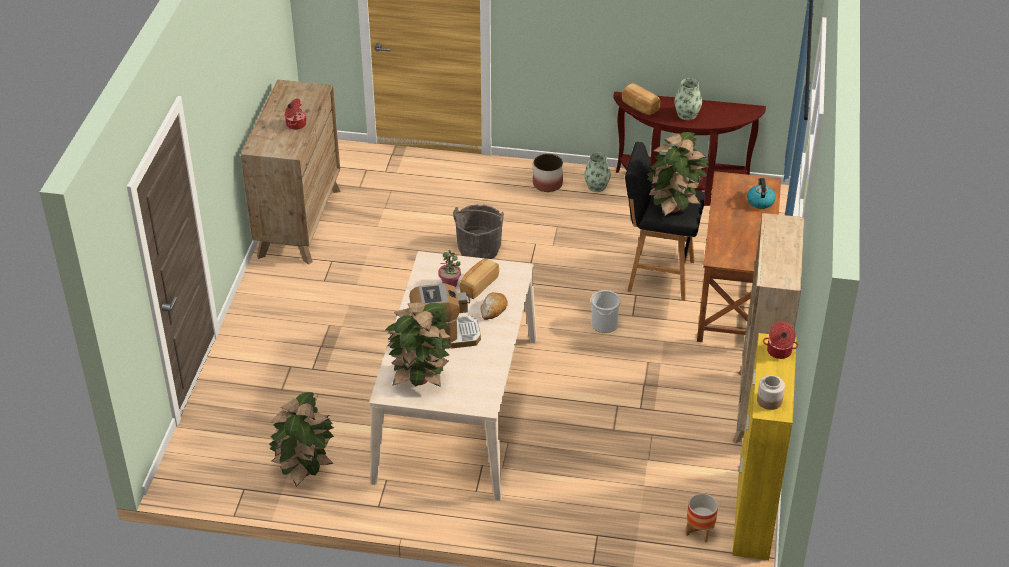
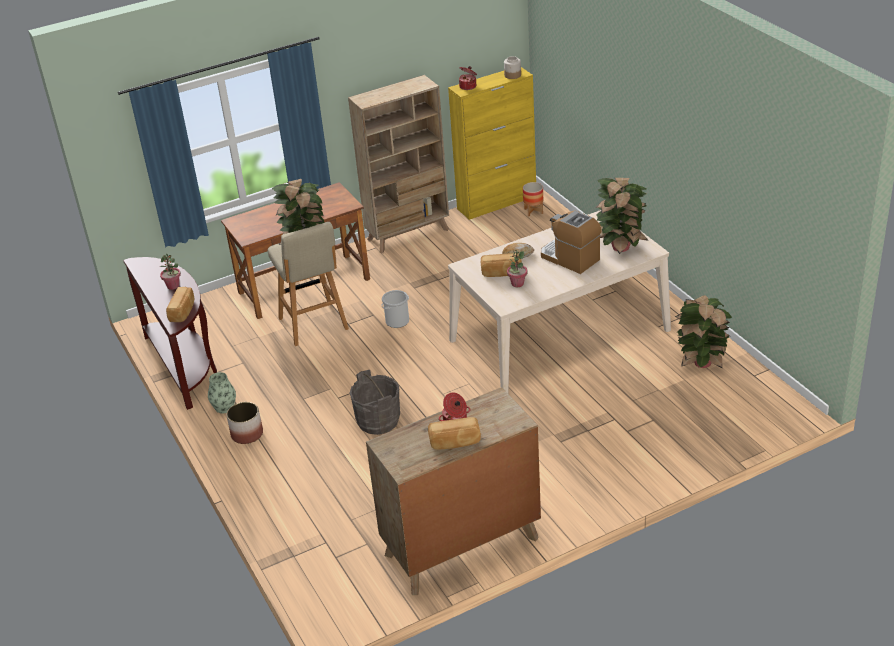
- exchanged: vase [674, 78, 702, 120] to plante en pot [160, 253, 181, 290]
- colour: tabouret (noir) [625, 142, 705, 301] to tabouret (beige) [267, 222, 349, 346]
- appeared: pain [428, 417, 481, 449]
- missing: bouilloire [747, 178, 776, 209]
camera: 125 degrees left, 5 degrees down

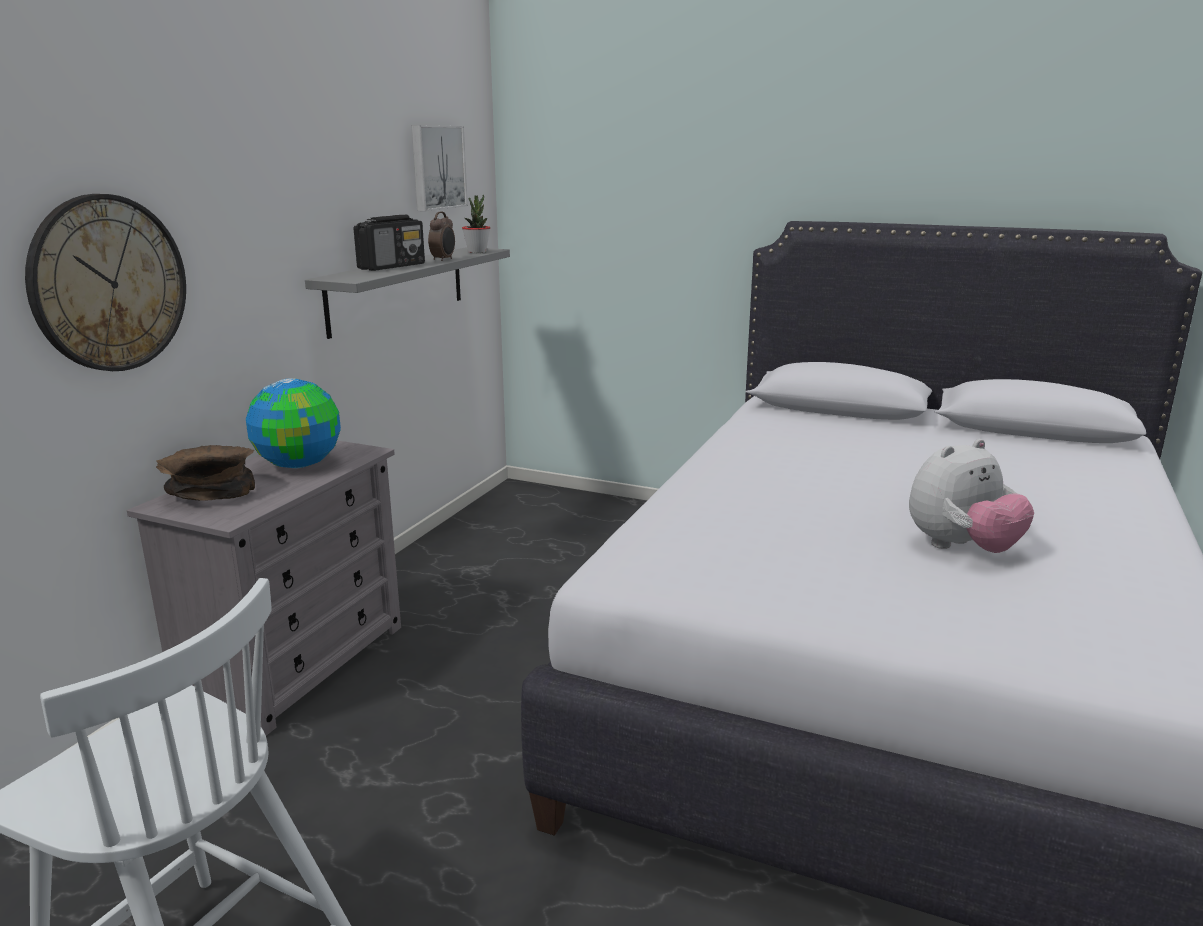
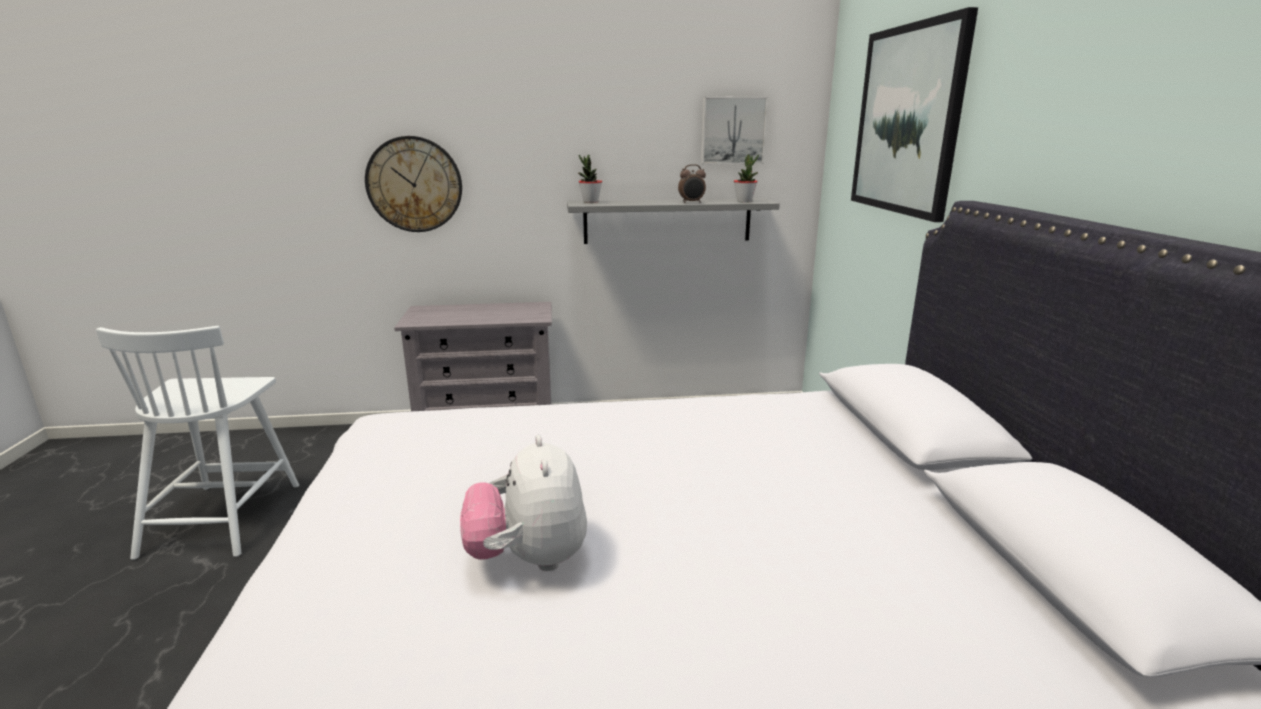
- spun: peluche [909, 439, 1034, 553] = [460, 435, 587, 571] 45 degrees clockwise
- appeared: plante en pot [578, 155, 602, 203]
- appeared: tableau [851, 7, 978, 222]
- missing: bol (marron) [156, 445, 255, 501]
- missing: globe [246, 378, 341, 468]
- missing: radio [354, 215, 425, 271]
camera: 60 degrees right, 0 degrees up

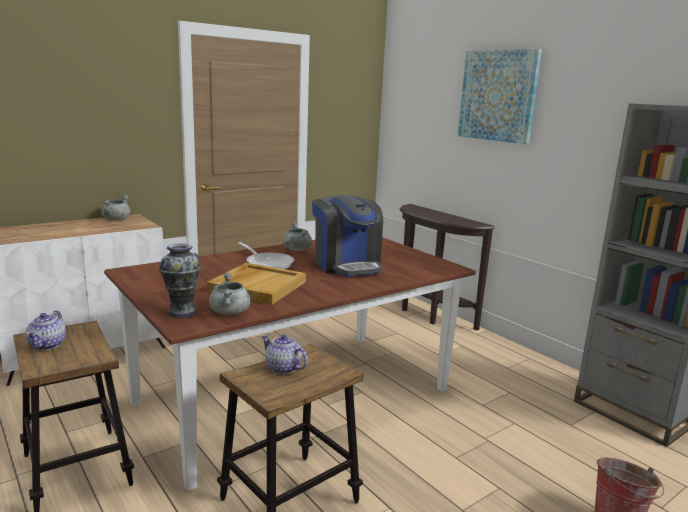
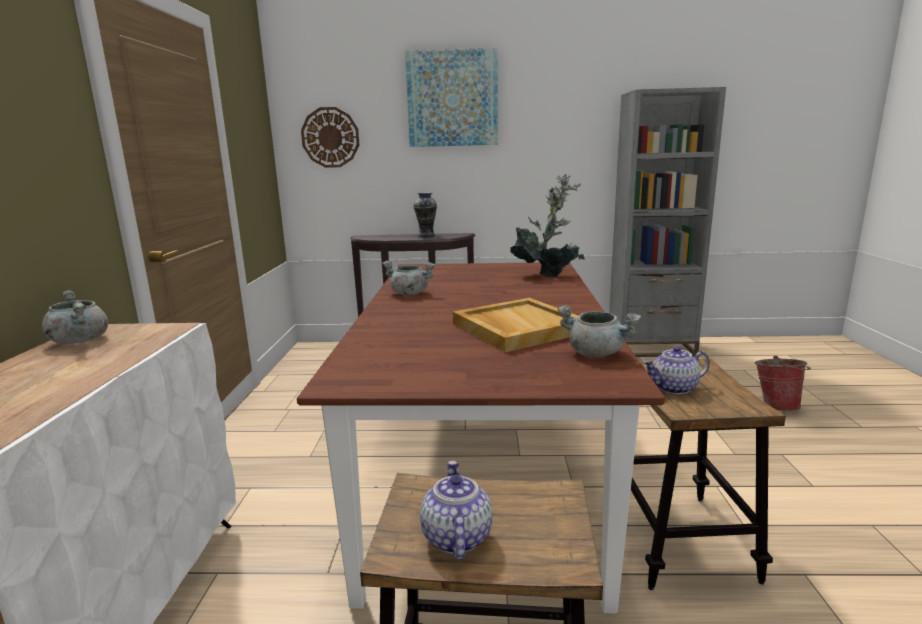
- appeared: horloge murale [301, 107, 359, 168]
- relocated: vase [159, 243, 201, 318] to [413, 192, 437, 237]
- spun: théière [26, 311, 66, 350] = [420, 461, 492, 560] 135 degrees counterclockwise
- appeared: plante en pot [510, 174, 585, 277]
- missing: poêle [238, 242, 294, 269]
- missing: machine à café [312, 195, 383, 277]
camera: 50 degrees left, 0 degrees up

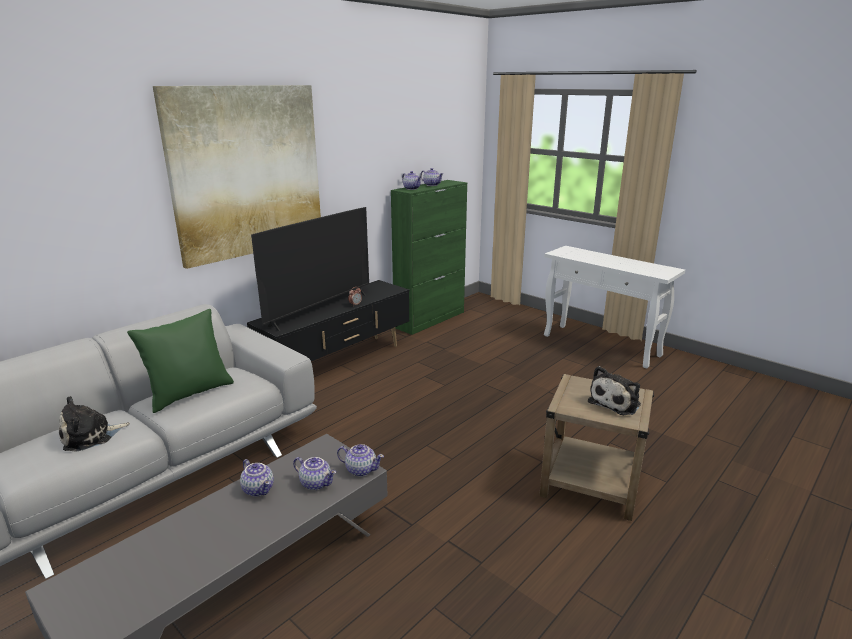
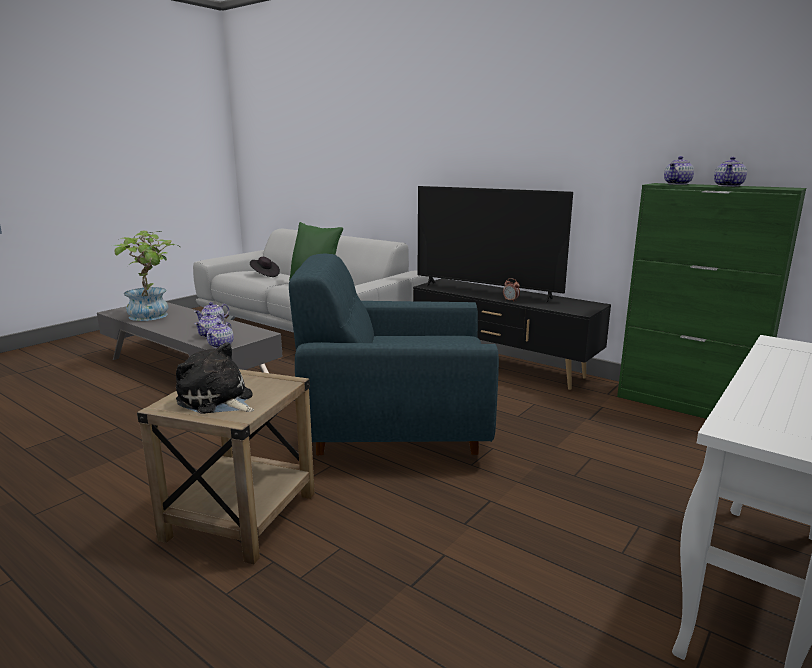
- appeared: plante en pot [113, 231, 180, 321]
- exchanged: peluche [59, 396, 130, 452] to chapeau (noir) [250, 257, 280, 277]
- appeared: fauteuil (bleu) [289, 254, 499, 456]
- missing: tableau [153, 85, 321, 269]
camera: 85 degrees right, 5 degrees down

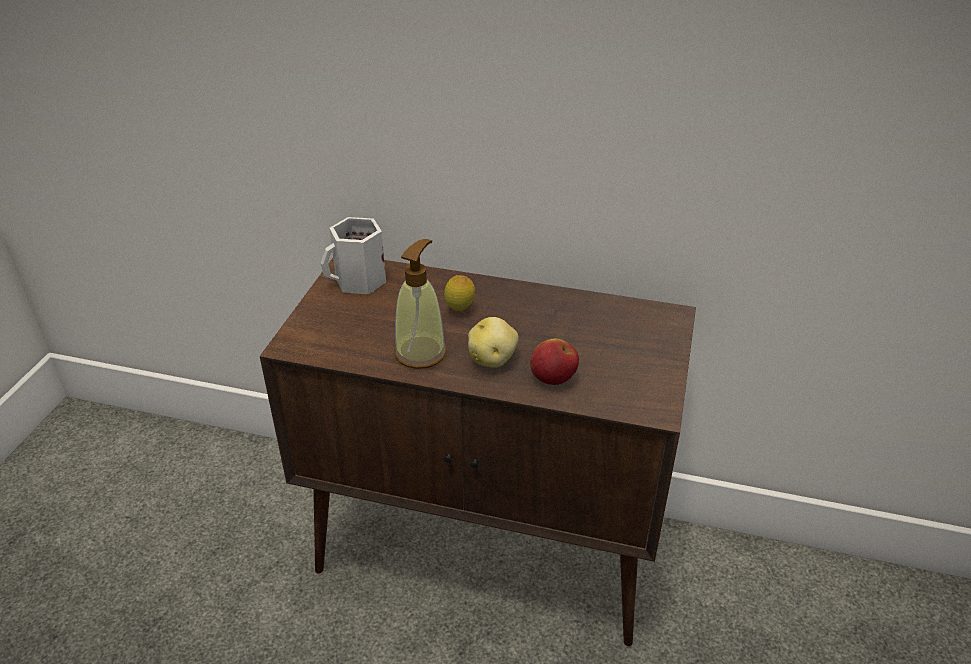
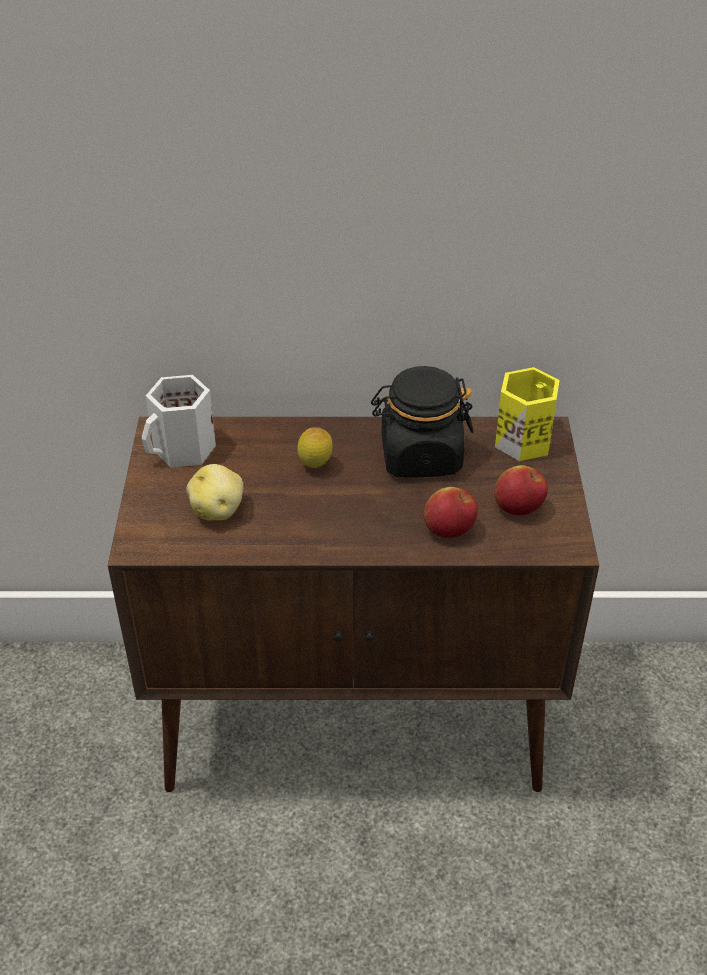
- relocated: pomme de terre [468, 317, 519, 368] to [186, 464, 243, 520]
- appeared: bocal (noir) [371, 366, 474, 477]
- appeared: pomme [494, 465, 548, 515]
- appeared: mug (jaune) [495, 367, 560, 461]
- missing: distributeur de savon [394, 239, 447, 369]
camera: 15 degrees left, 5 degrees up

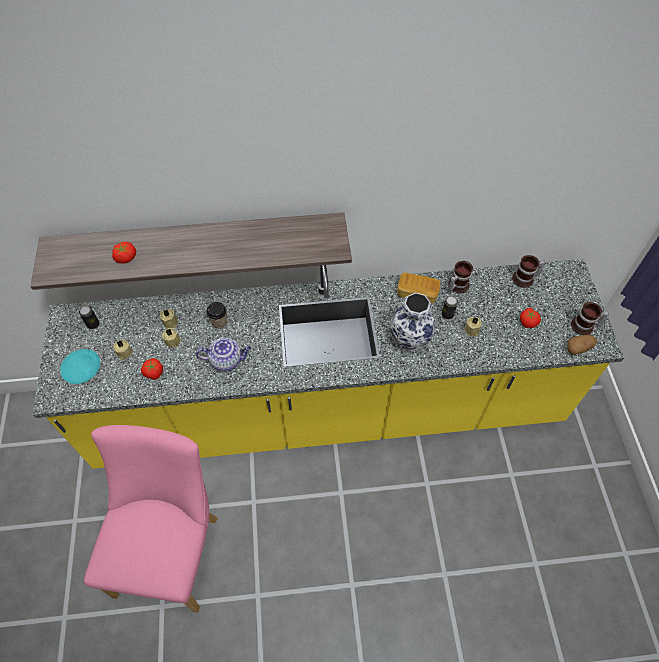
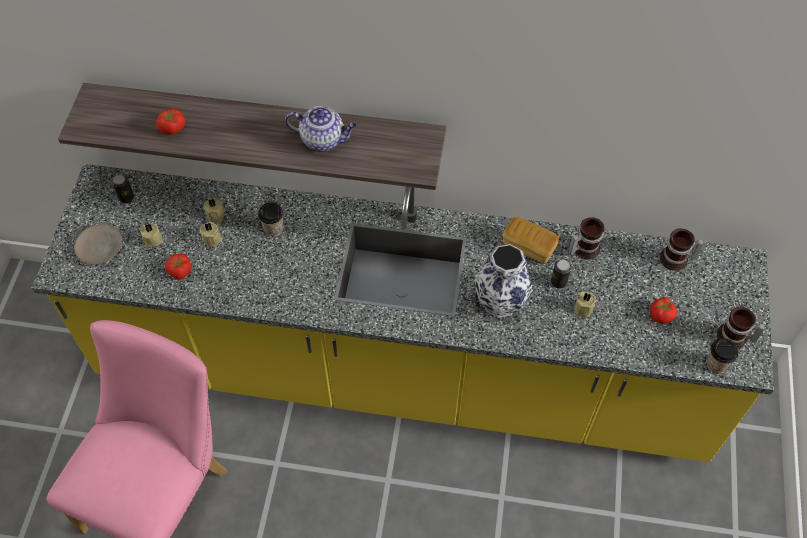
- colour: assiette (turquoise) [60, 349, 100, 384] to assiette (beige) [74, 224, 122, 264]
- relocated: théière [196, 338, 251, 372] to [285, 106, 357, 151]
- exchanged: pomme de terre [567, 335, 597, 355] to tasse [706, 338, 738, 373]
camera: 15 degrees right, 0 degrees up

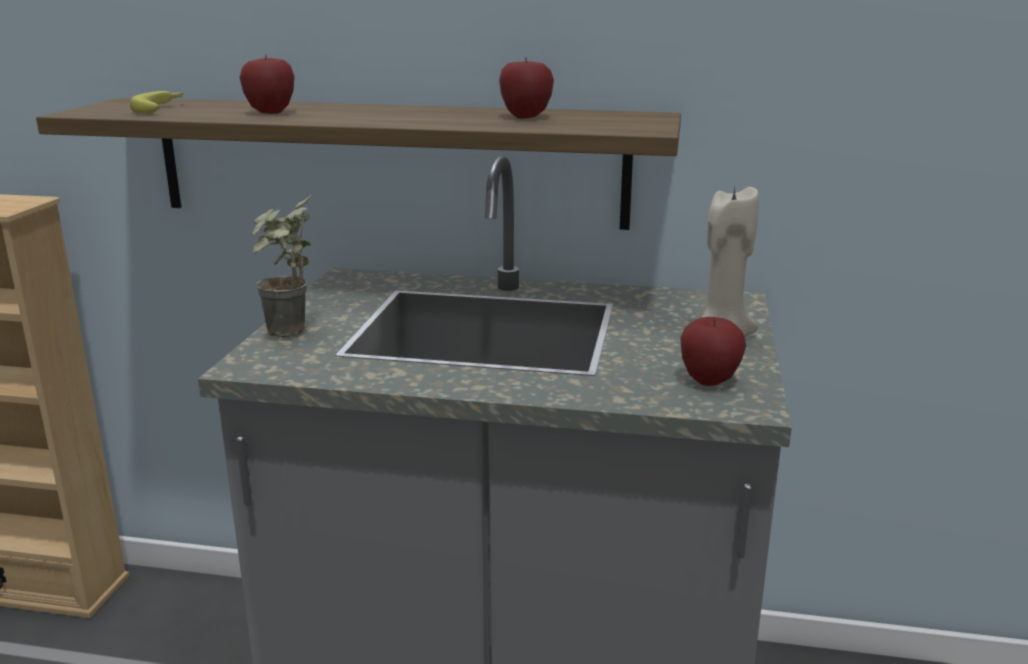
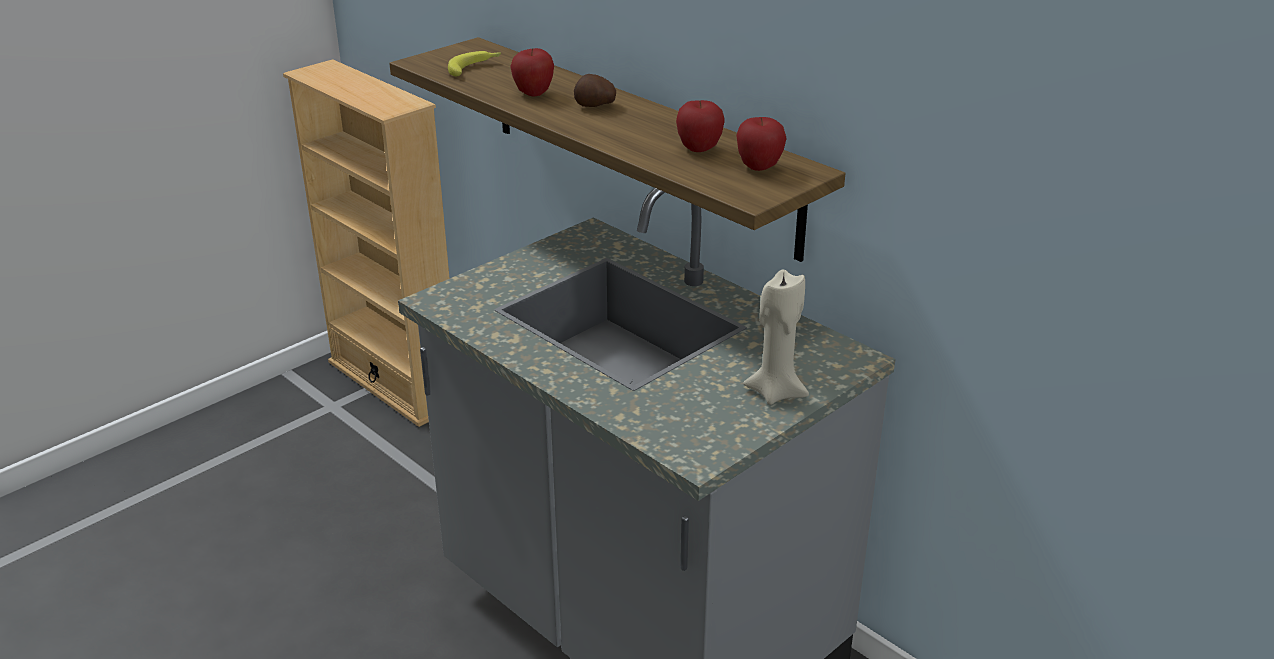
- appeared: pomme de terre [574, 74, 616, 107]
- relocated: pomme [680, 317, 746, 386] to [736, 117, 787, 171]
- missing: plante en pot [252, 194, 311, 338]
camera: 35 degrees right, 10 degrees up

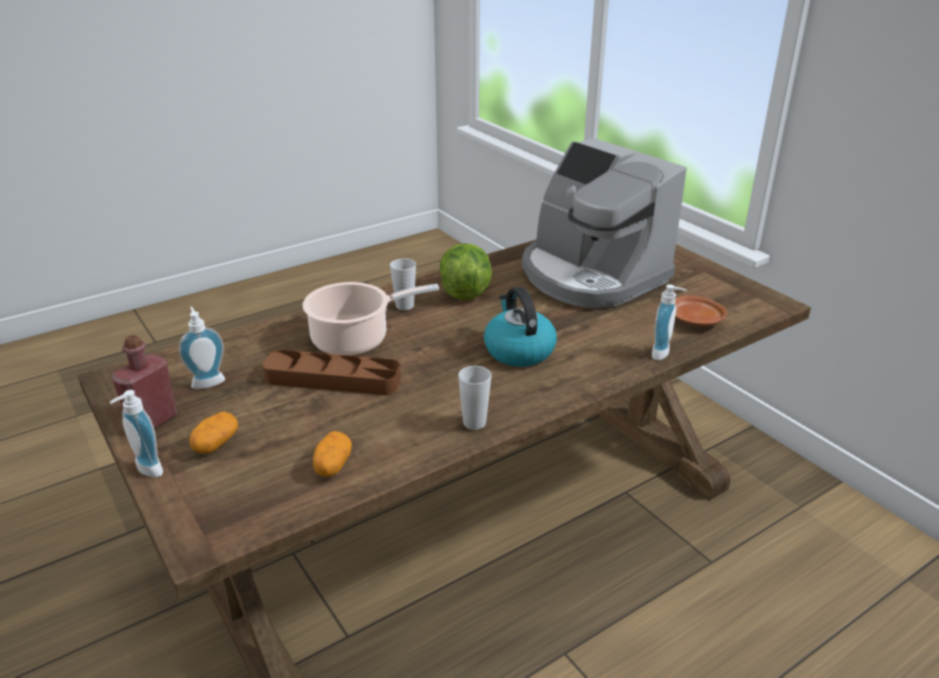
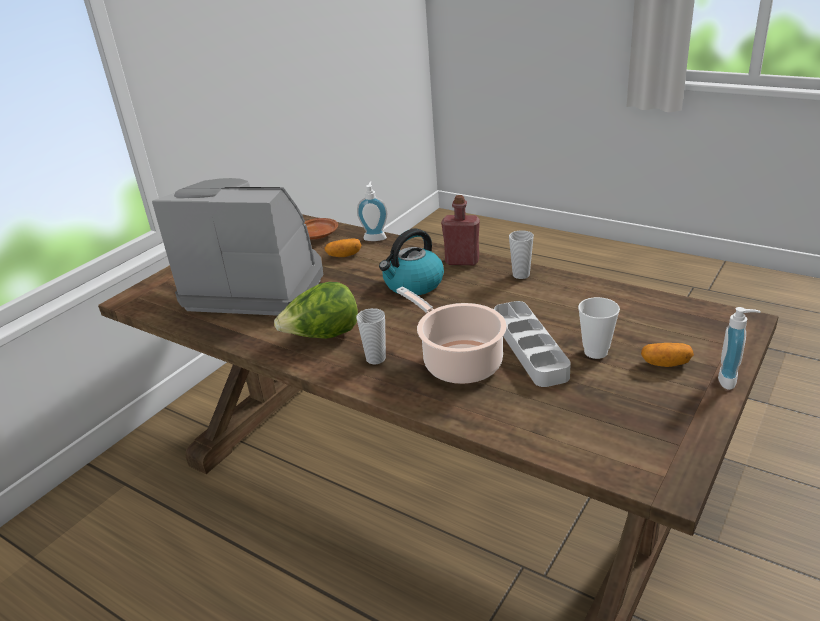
- spun: machine à café [522, 138, 687, 309] = [152, 178, 323, 316] 105 degrees counterclockwise
- relocated: pomme de terre [313, 431, 352, 477] to [325, 238, 362, 257]
- relocated: bouteille (rouge) [112, 335, 177, 429] to [441, 195, 480, 265]
- colour: plateau (marron) [262, 350, 401, 395] to plateau (gris) [494, 301, 571, 387]
- appeared: tasse [578, 297, 620, 359]
- missing: distributeur de savon [178, 306, 225, 389]
camera: 110 degrees left, 0 degrees up

